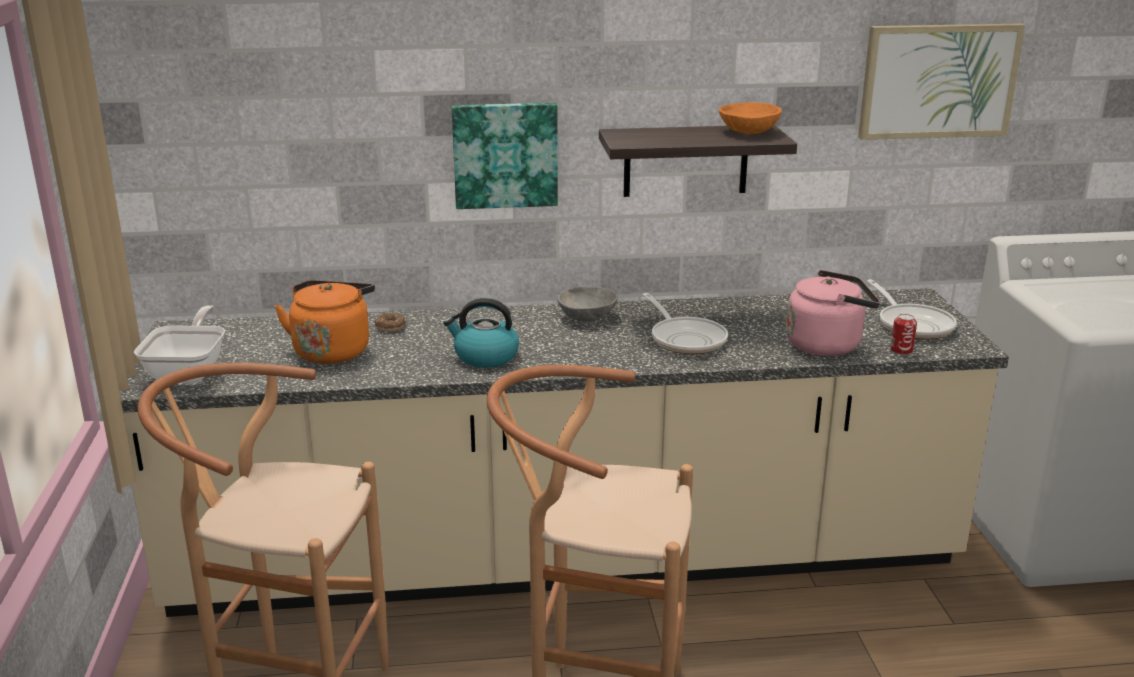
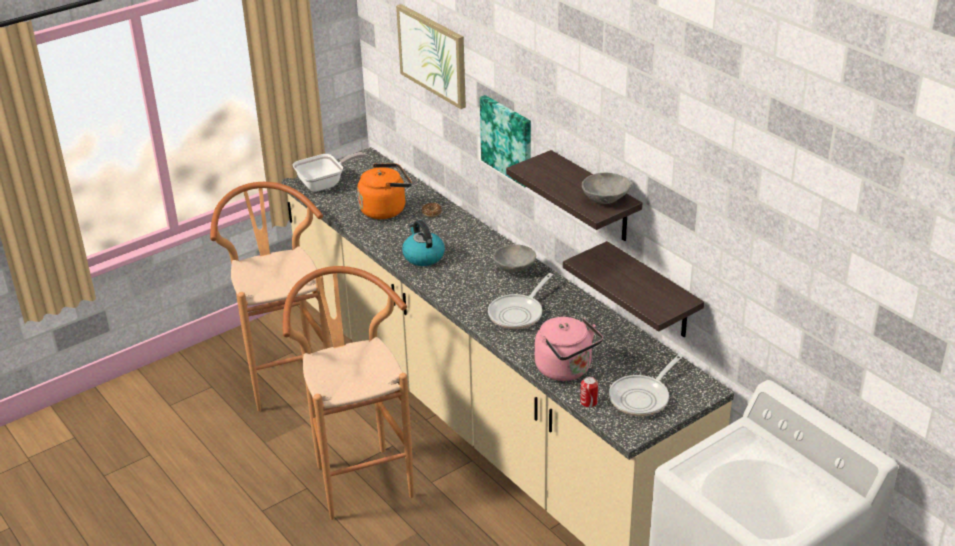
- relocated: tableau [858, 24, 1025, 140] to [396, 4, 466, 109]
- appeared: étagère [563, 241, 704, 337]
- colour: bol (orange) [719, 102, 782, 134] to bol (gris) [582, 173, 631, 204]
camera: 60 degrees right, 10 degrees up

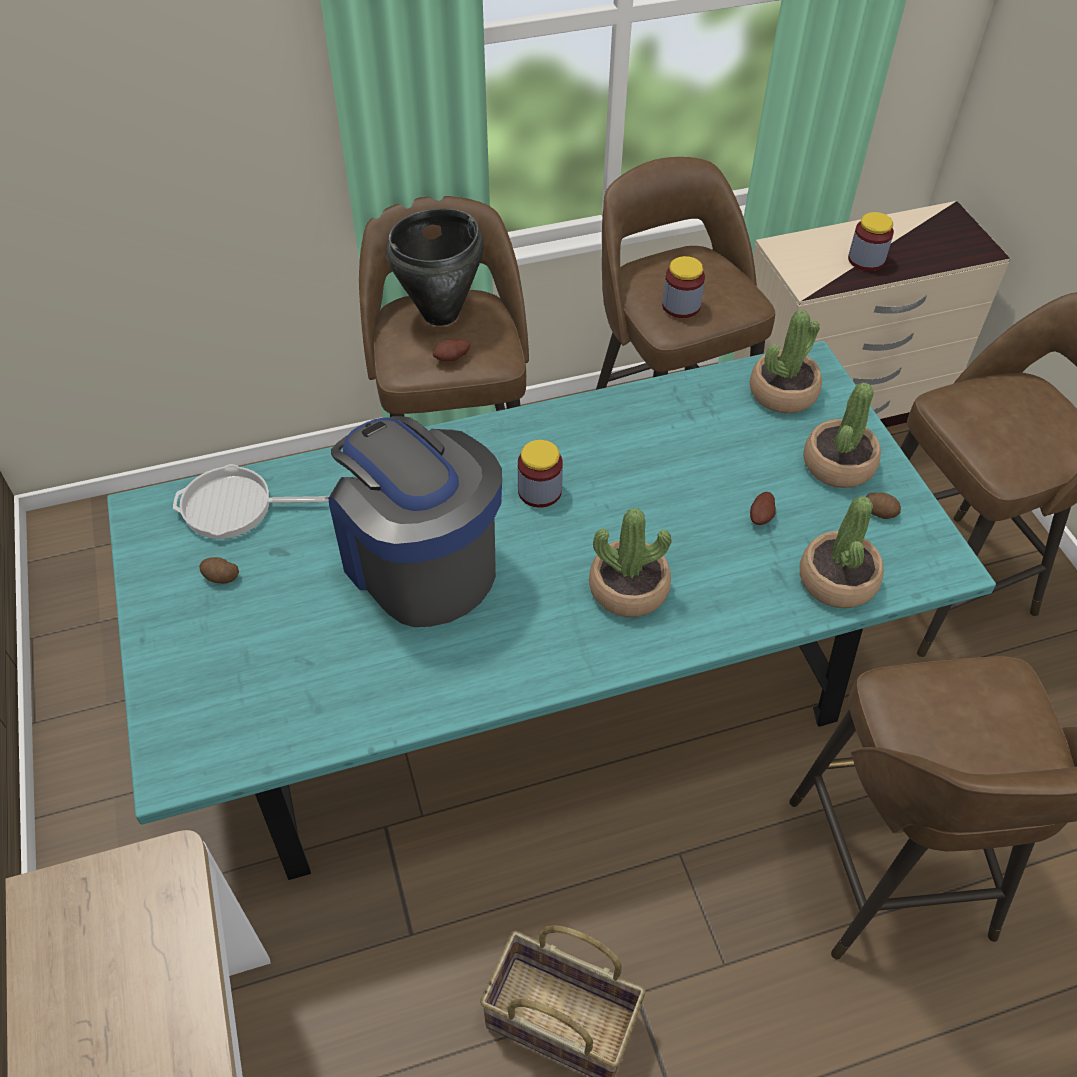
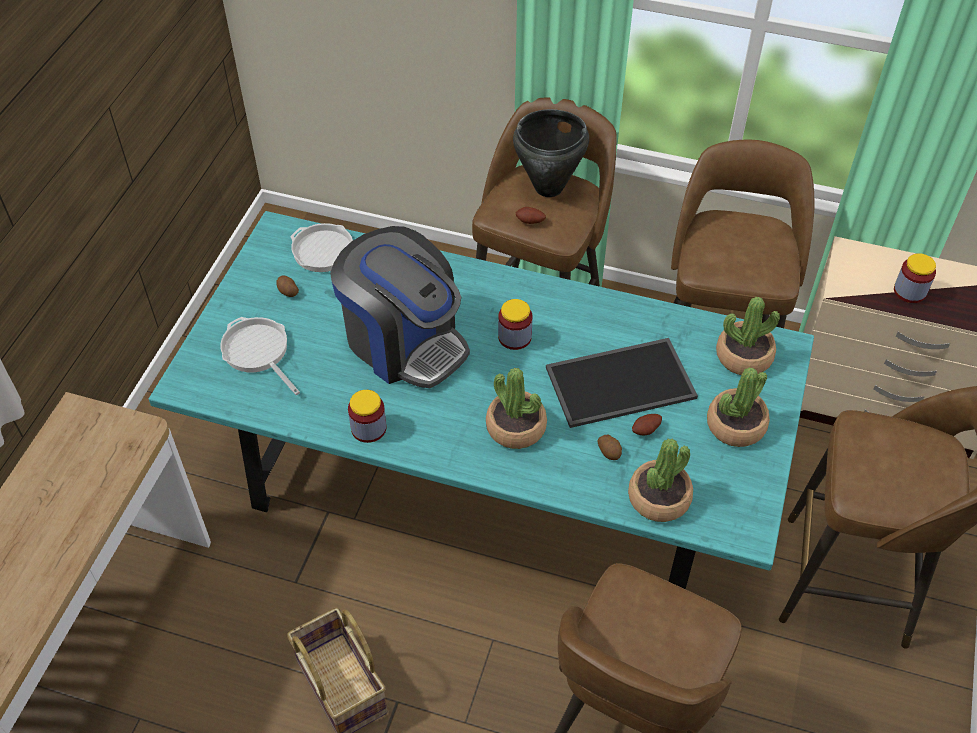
- appeared: poêle [220, 317, 300, 395]
- spun: machine à café [328, 416, 502, 627] = [330, 226, 470, 388] 135 degrees clockwise
- relocated: bocal [662, 256, 705, 318] to [348, 390, 386, 443]
- appeared: plateau [546, 338, 698, 428]
- relocated: pomme de terre [866, 493, 901, 519] to [597, 435, 622, 460]
camera: 35 degrees right, 0 degrees up

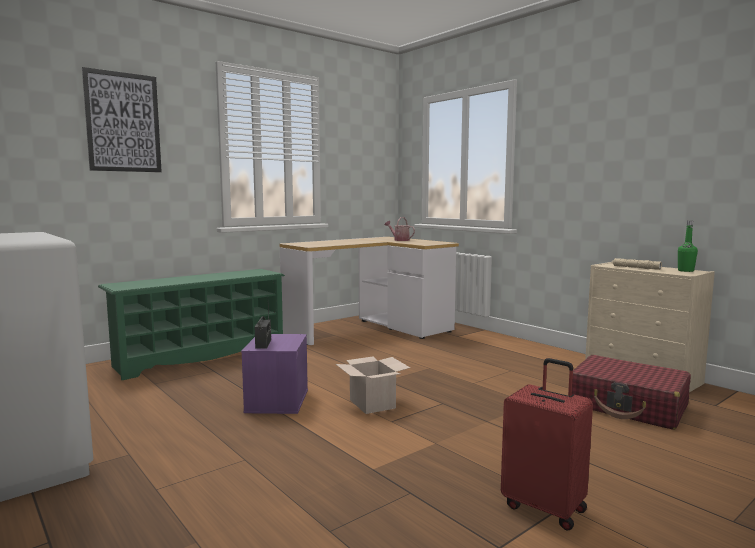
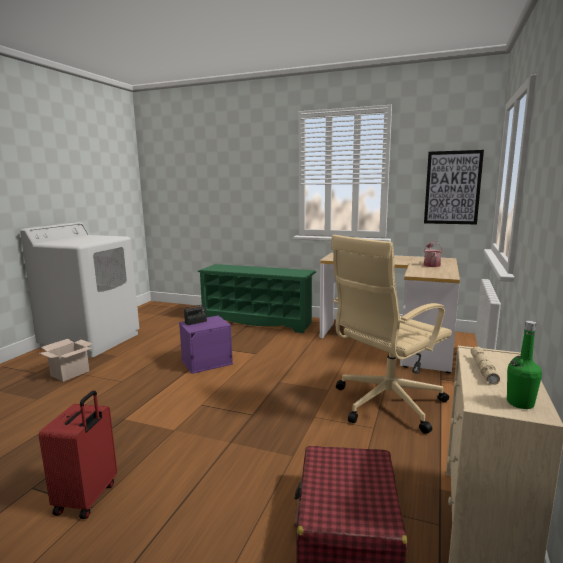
- relocated: carton [336, 356, 410, 414] to [39, 339, 93, 382]
- appeared: chaise de bureau (beige) [331, 235, 452, 434]
- relocated: tableau [82, 67, 162, 172] to [424, 150, 484, 225]
camera: 60 degrees right, 5 degrees up

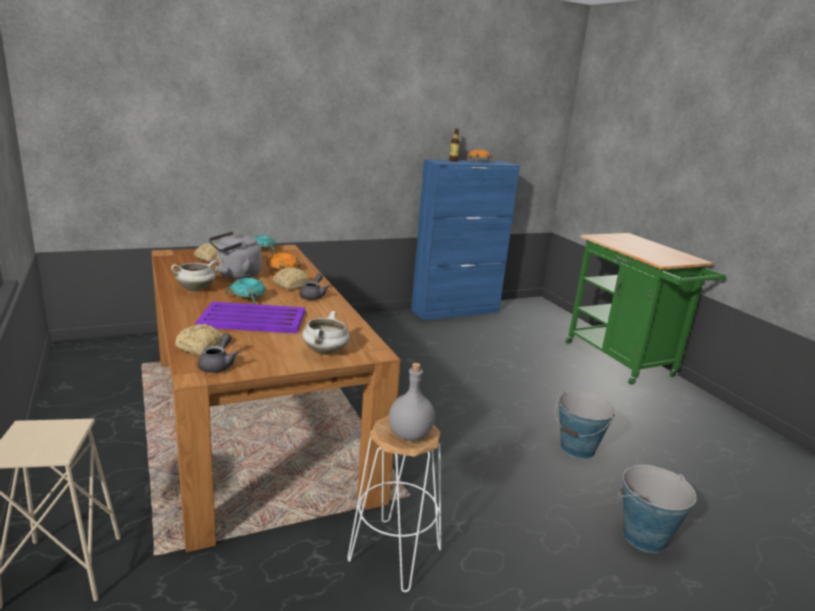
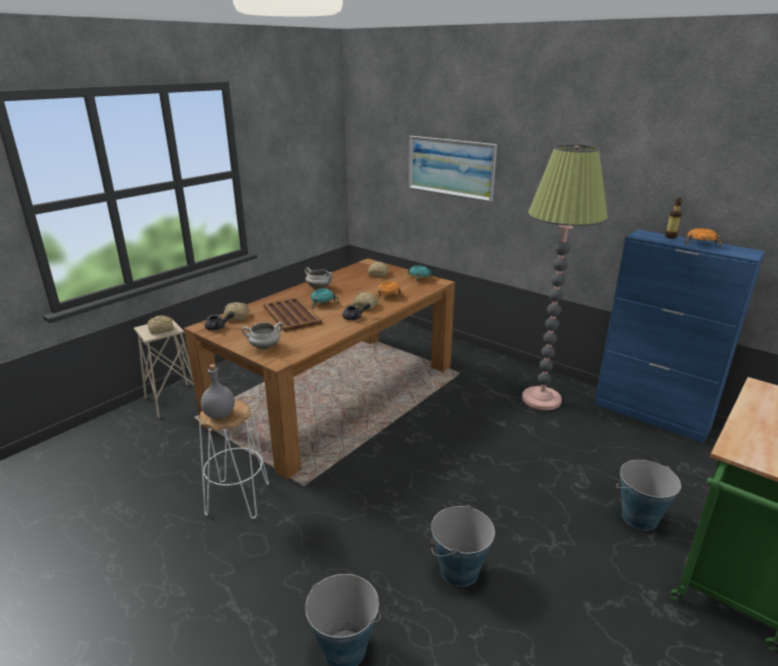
- appeared: pain [147, 316, 174, 334]
- colour: plateau (violet) [196, 302, 305, 334] to plateau (marron) [263, 297, 322, 332]
- appeared: tableau [408, 136, 497, 202]
- appeared: lampadaire [522, 145, 608, 410]
- appeared: seau [616, 460, 681, 530]
- missing: bouilloire (gris) [209, 231, 262, 279]
camera: 65 degrees right, 5 degrees up

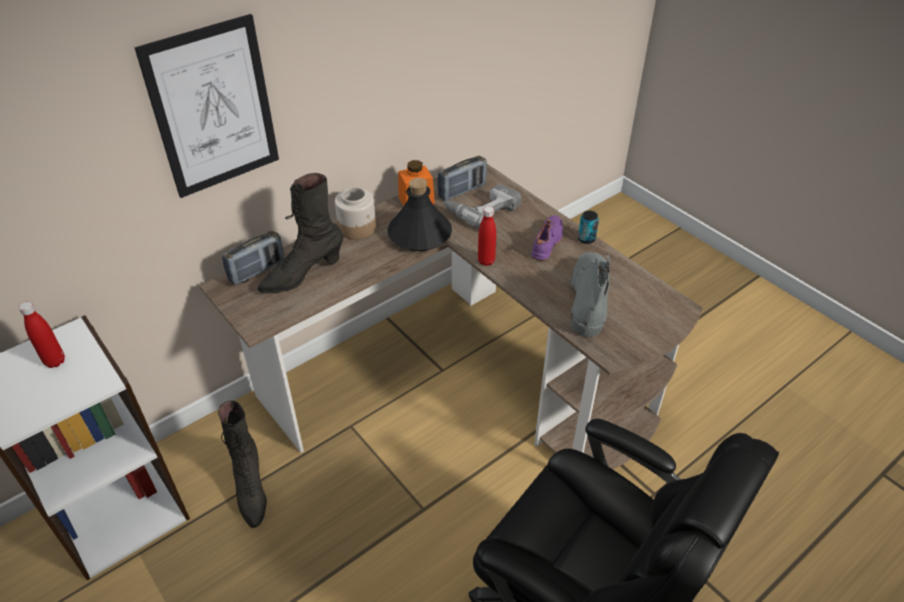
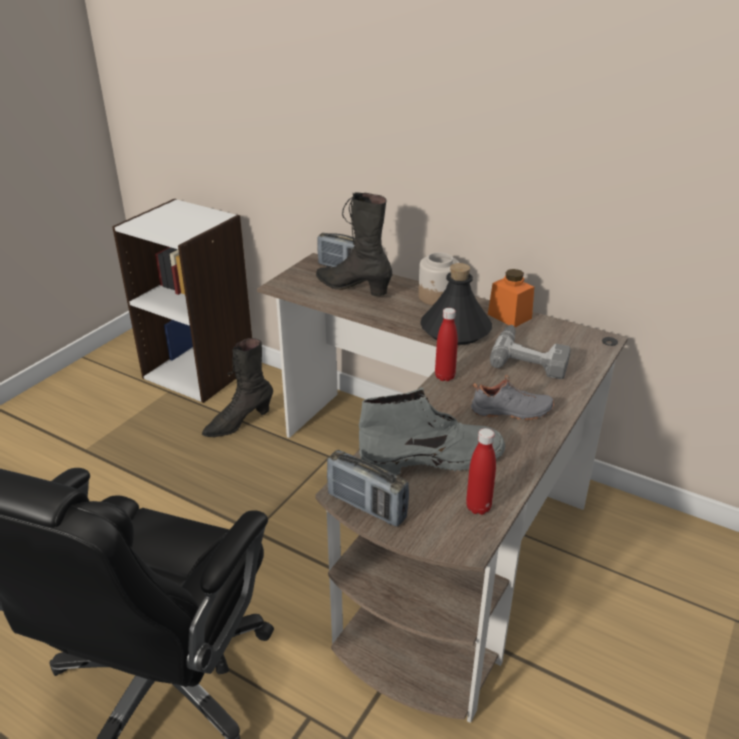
- relocated: radio [437, 156, 487, 201] to [327, 450, 409, 527]
- relocated: bouteille (rouge) [18, 301, 65, 368] to [466, 428, 496, 515]
- colour: chaussure (violet) [531, 215, 563, 261] to chaussure (gris) [471, 375, 554, 420]
- missing: tableau [134, 14, 279, 198]
- missing: boîte métallique [578, 211, 599, 244]
camera: 70 degrees right, 10 degrees down

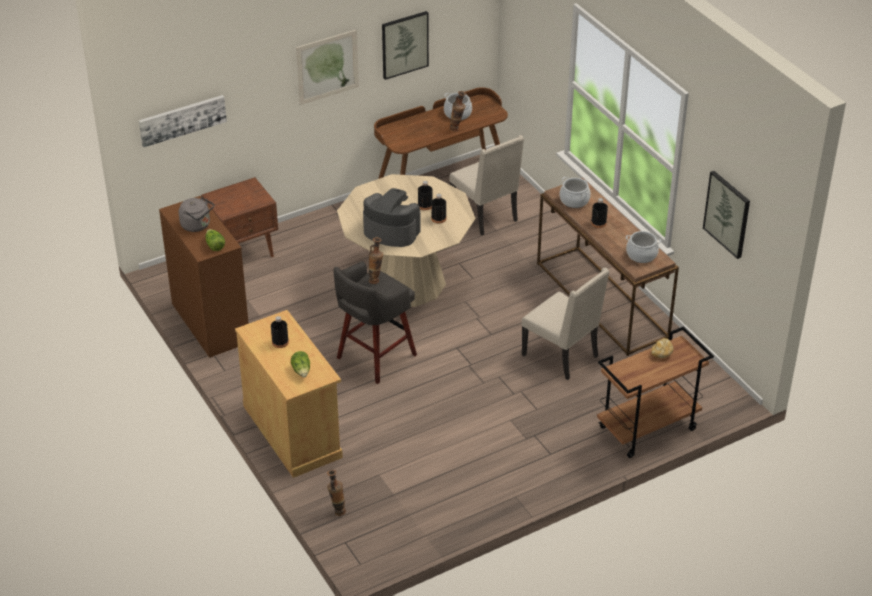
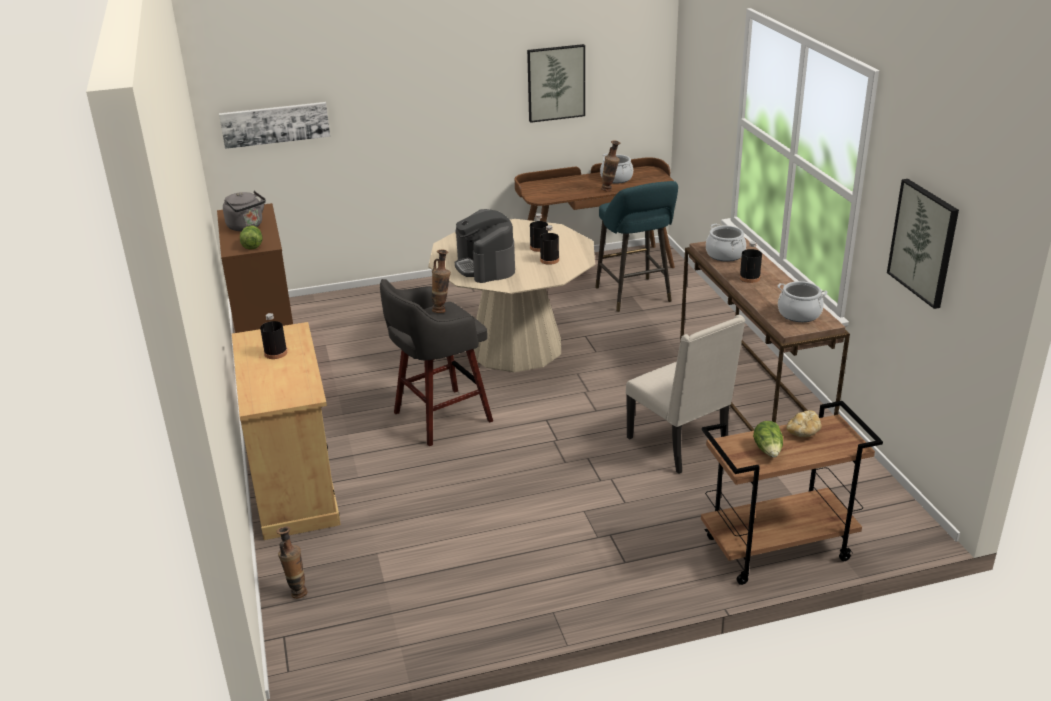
- spun: machine à café [363, 188, 421, 247] = [455, 209, 515, 283] 150 degrees counterclockwise
- exchanged: chaise (beige) [449, 135, 524, 235] to tabouret (turquoise) [595, 181, 678, 312]
- relocated: laitue [291, 351, 310, 377] to [753, 421, 783, 457]
- missing: table de chevet (marron) [202, 177, 278, 257]
- missing: tableau [296, 30, 359, 105]
camera: 15 degrees right, 10 degrees down

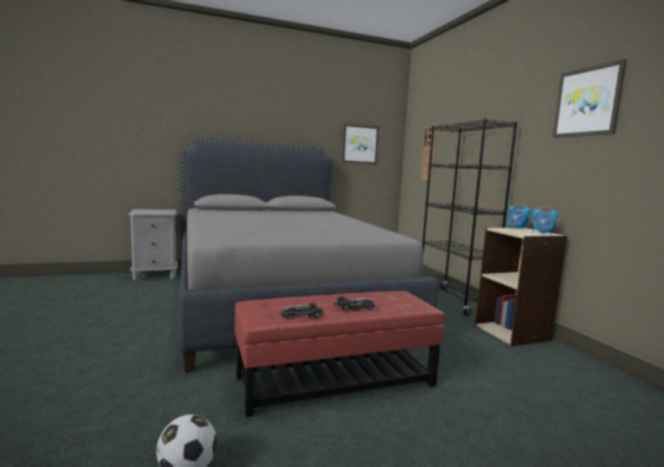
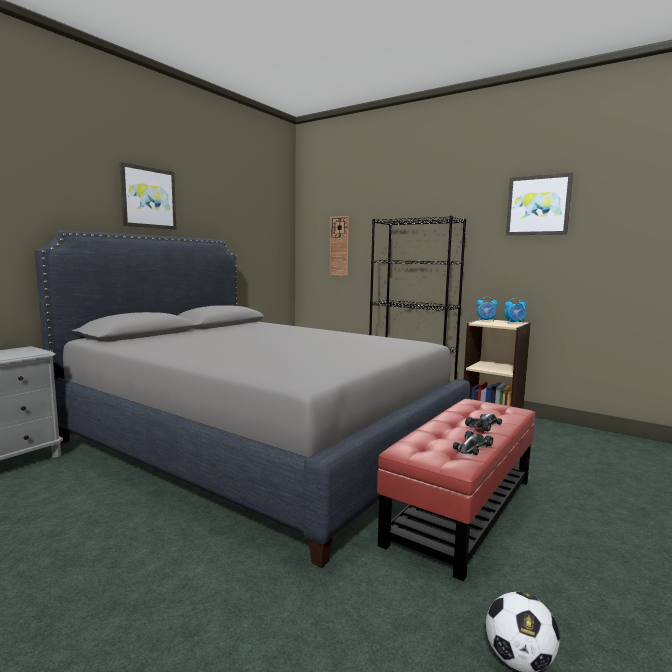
- relocated: tableau [342, 124, 379, 164] to [119, 162, 176, 230]
camera: 35 degrees left, 0 degrees up

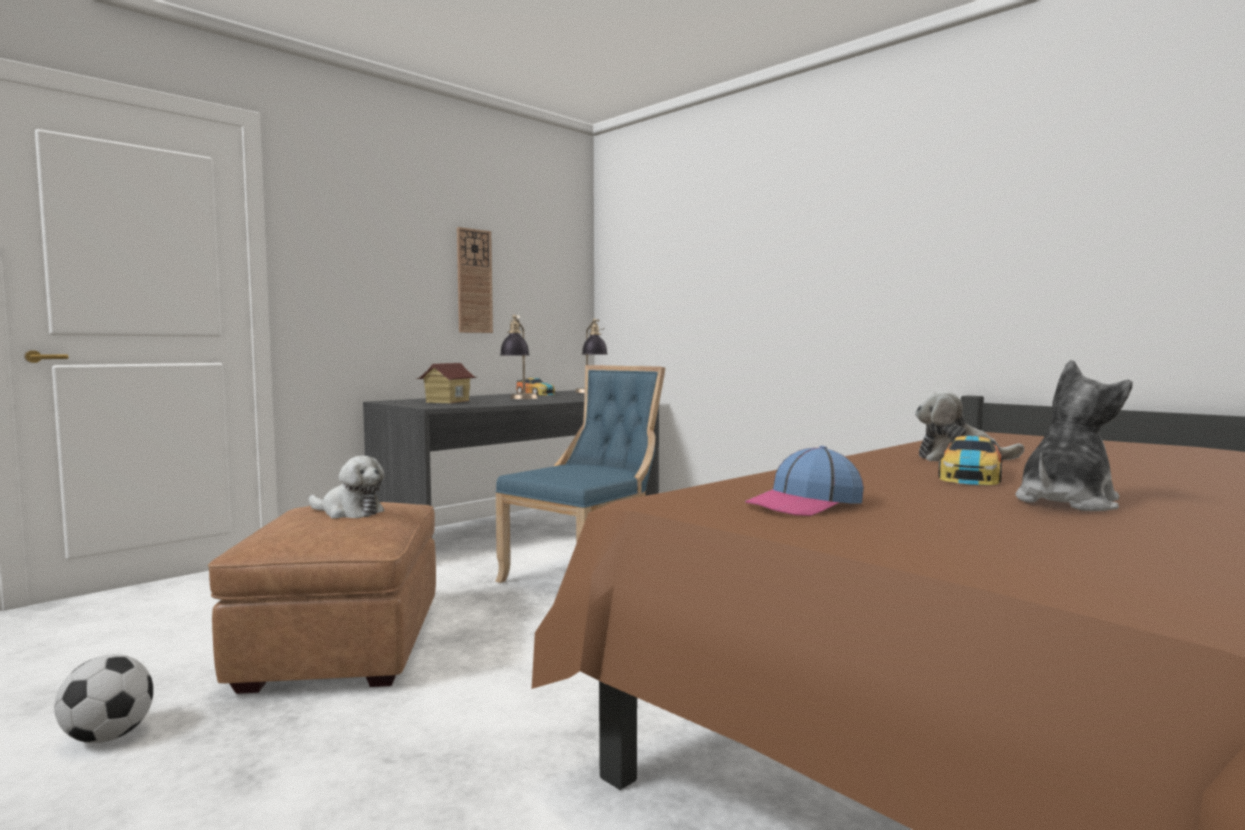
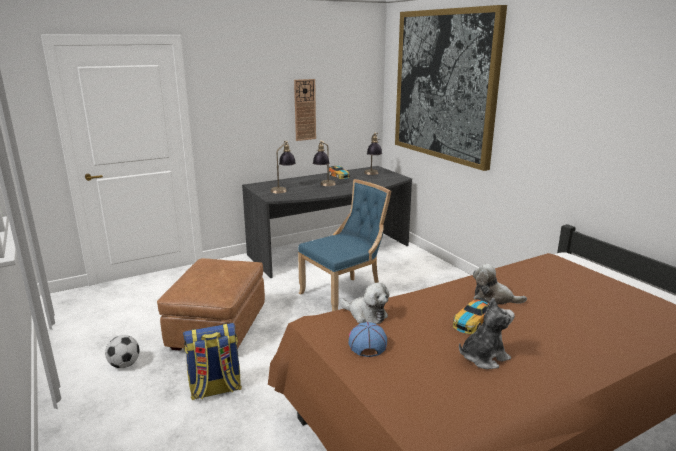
- appeared: sac à dos [183, 323, 242, 400]
- exchanged: maison miniature [416, 363, 477, 403] to lampe de table [270, 141, 296, 193]
- relocated: peluche [309, 456, 385, 518] to [340, 283, 389, 324]
- spun: casquette [745, 446, 864, 516] = [348, 322, 387, 357] 105 degrees clockwise
- appeared: tableau [395, 5, 507, 171]
camera: 15 degrees right, 15 degrees up

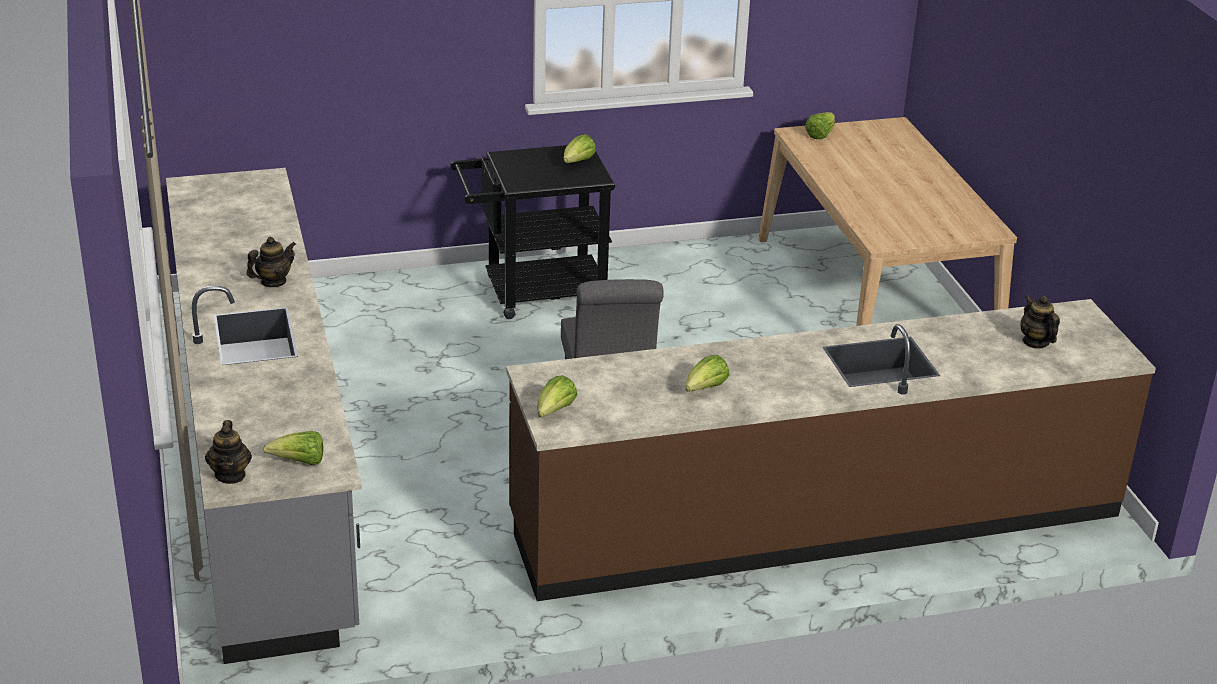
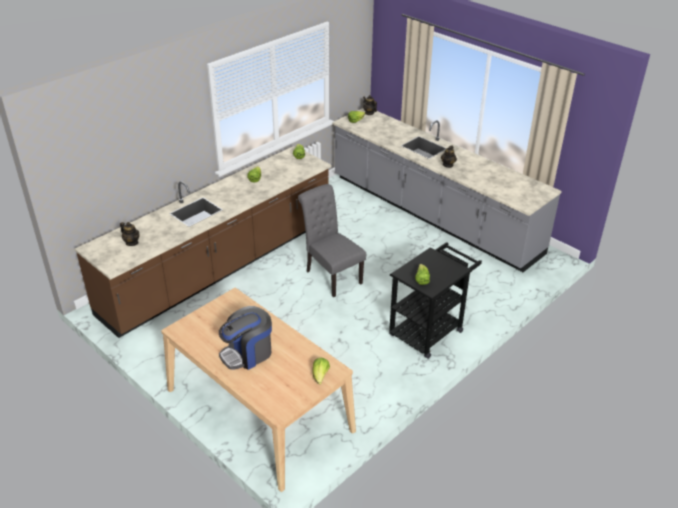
- appeared: machine à café [219, 306, 272, 370]
camera: 150 degrees right, 5 degrees up

